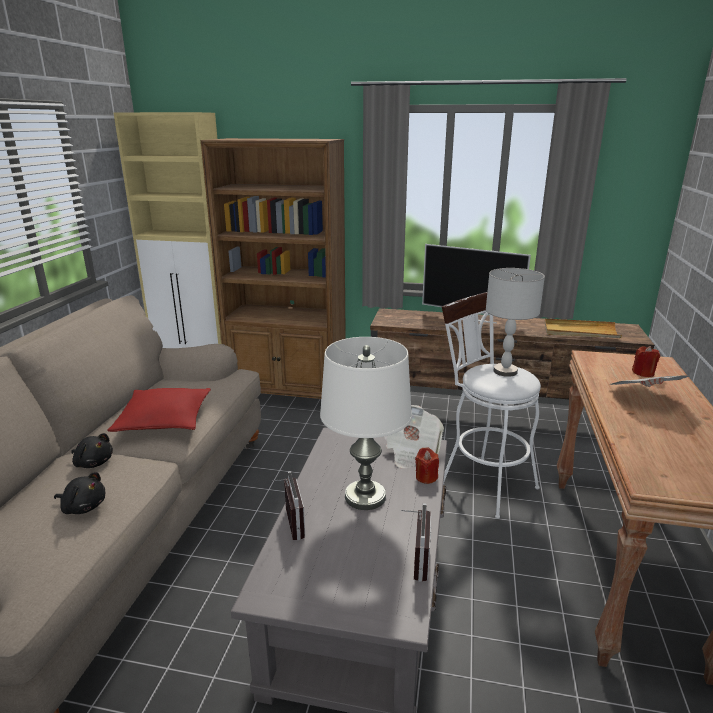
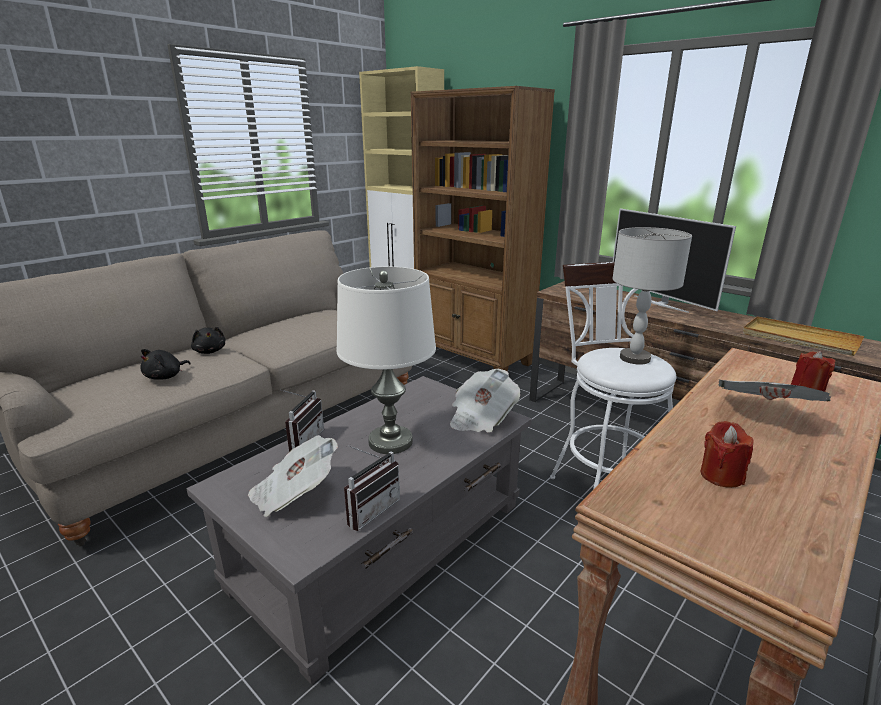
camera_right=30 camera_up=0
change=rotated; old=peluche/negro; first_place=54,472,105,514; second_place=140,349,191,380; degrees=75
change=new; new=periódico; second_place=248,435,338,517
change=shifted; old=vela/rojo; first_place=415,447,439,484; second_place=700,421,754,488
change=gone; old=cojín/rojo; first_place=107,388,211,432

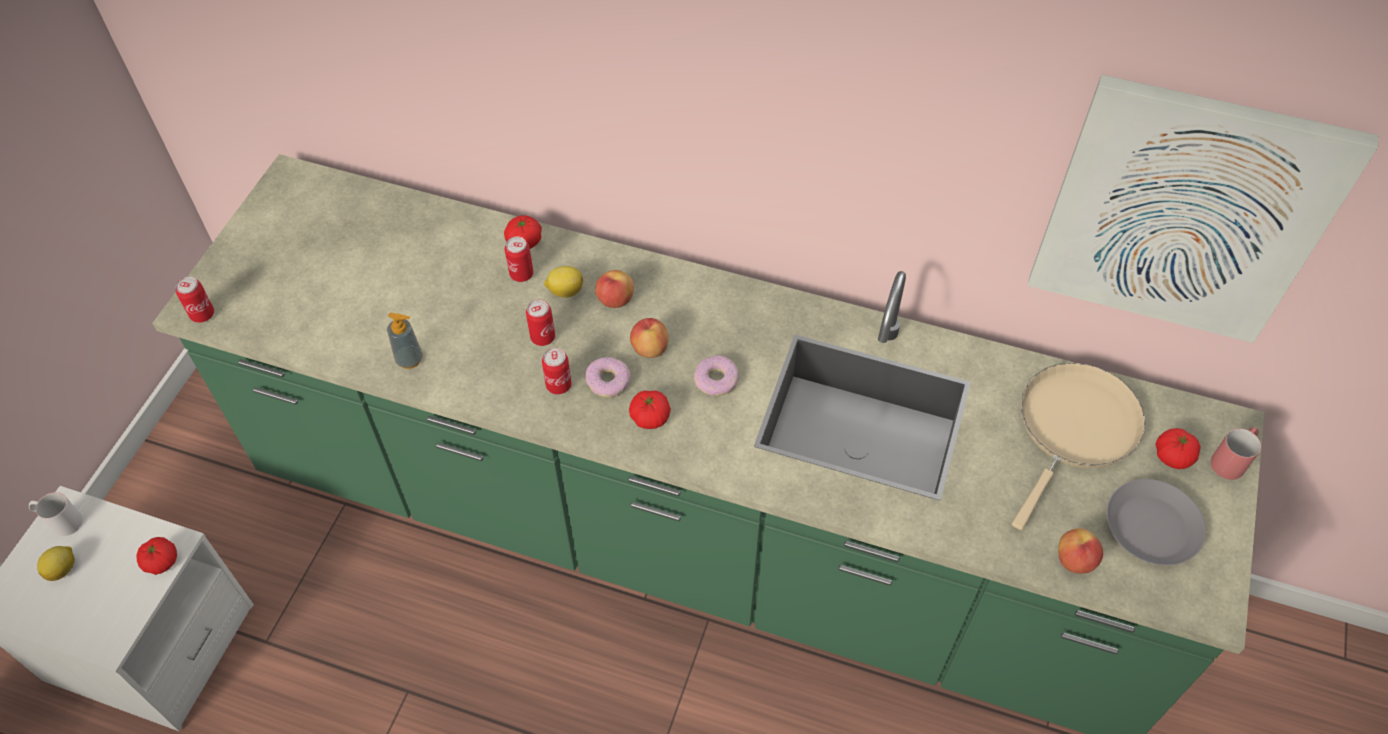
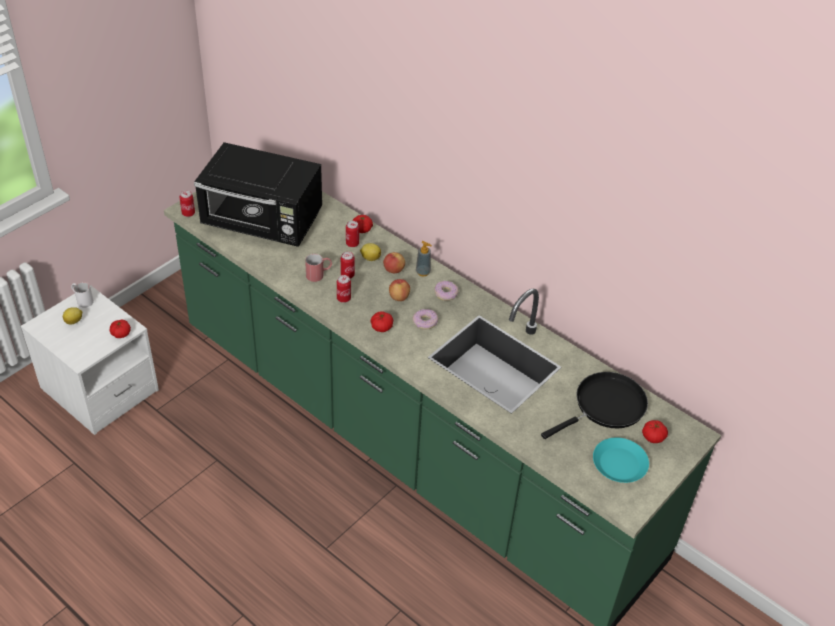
camera_right=20 camera_up=-10
change=new; new=microondas/negro; second_place=194,142,322,247
change=shifted; old=taza grande/rojo; first_place=1211,427,1261,480; second_place=305,254,332,282
change=shifted; old=dispensador de jabón; first_place=387,313,423,369; second_place=416,241,432,276
change=shifted; old=rosquilla; first_place=586,357,630,397; second_place=434,281,459,301
change=repainted; old=sartén/beis; new=sartén/negro; first_place=1012,363,1146,530; second_place=541,372,648,439
change=repainted; old=plato/gris; new=plato/turquesa; first_place=1106,479,1206,566; second_place=593,438,649,483
change=gone; old=cuadro; first_place=1028,74,1378,343
change=gone; old=manzana; first_place=1058,528,1103,574

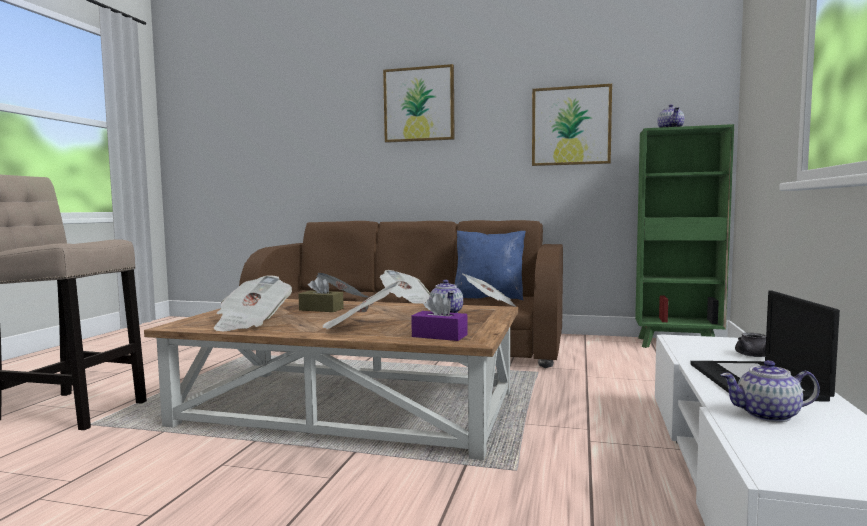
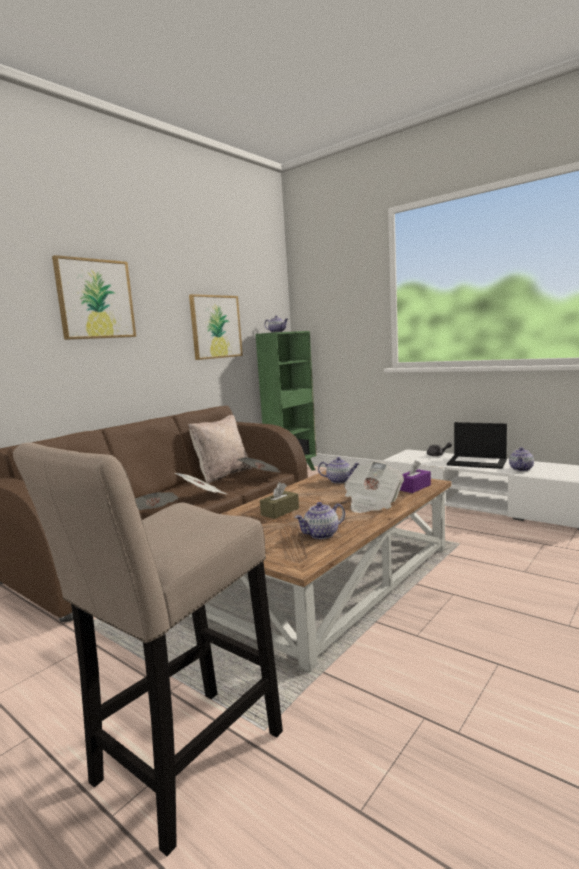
camera_right=-65 camera_up=5
change=repainted; old=cojín/azul; new=cojín/beis; first_place=455,230,526,300; second_place=188,415,252,484
change=swapped; old=periódico; new=tetera; first_place=214,275,292,331; second_place=295,502,345,539

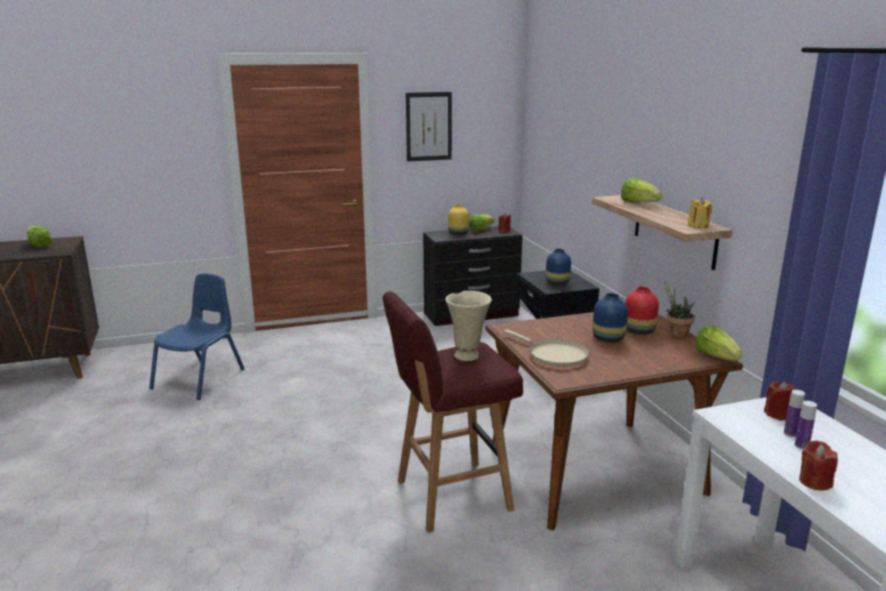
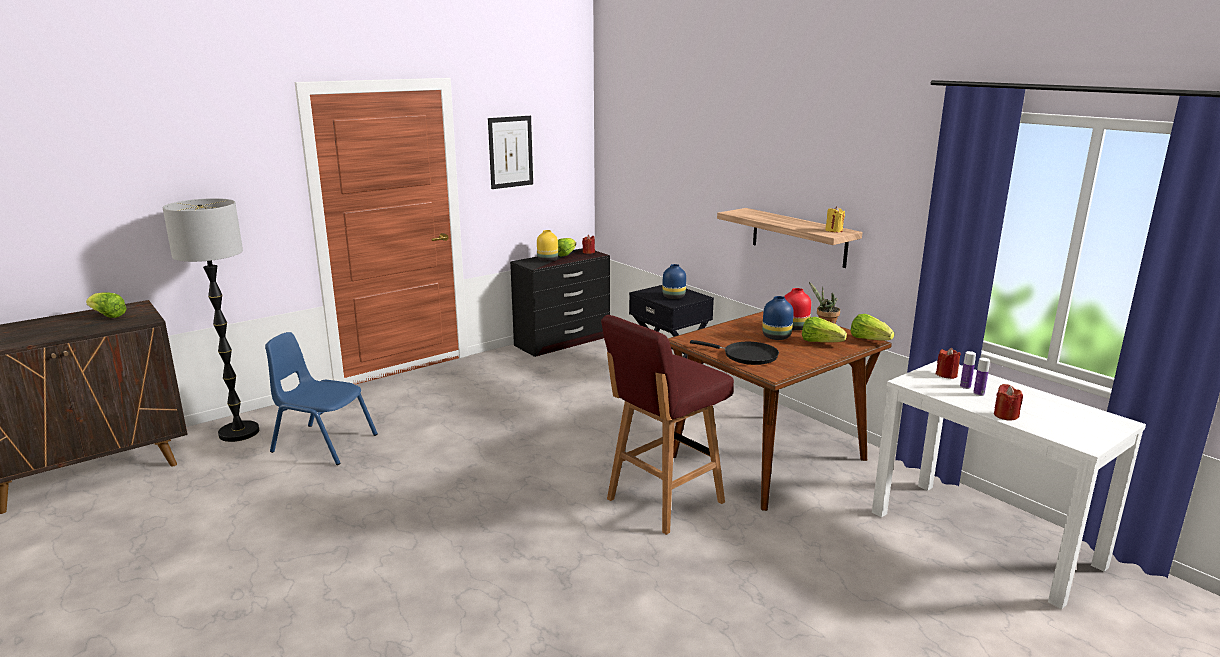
camera_right=-20 camera_up=0
change=new; new=lámpara de pie; second_place=163,198,259,442
change=rotated; old=silla/azul; first_place=149,274,245,400; second_place=265,332,378,465; degrees=-75
change=repainted; old=sartén/beis; new=sartén/negro; first_place=504,330,589,367; second_place=690,340,779,365
change=shifted; old=lechuga; first_place=621,178,662,202; second_place=802,317,847,342
change=gone; old=florero/beis; first_place=445,291,492,361

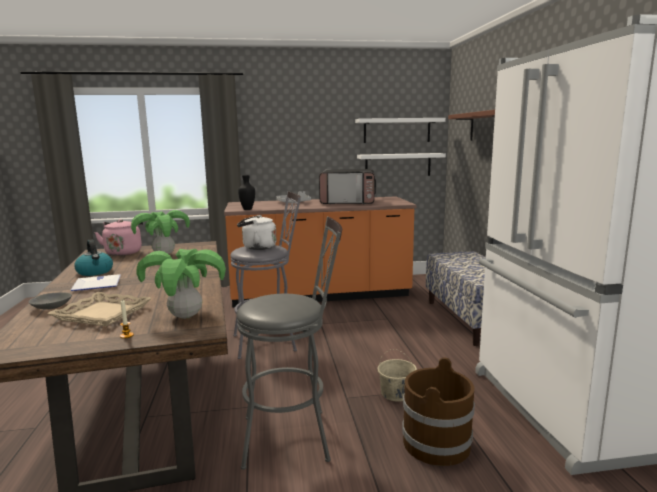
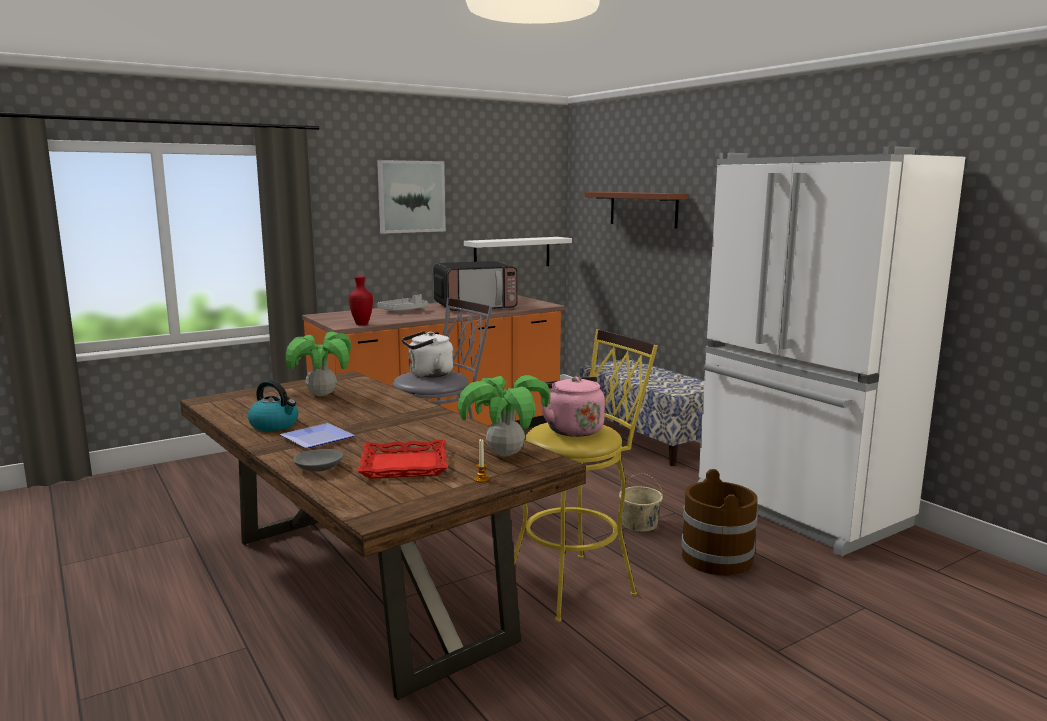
camera_right=-25 camera_up=0
change=repainted; old=florero/negro; new=florero/rojo; first_place=238,175,255,210; second_place=349,276,373,325
change=repainted; old=bandeja/beis; new=bandeja/rojo; first_place=47,292,152,326; second_place=357,440,448,479
change=new; new=cuadro; second_place=377,160,446,234
change=repainted; old=taburete/gris; new=taburete/amarillo; first_place=236,217,342,470; second_place=514,329,658,622
change=shifted; old=hervidor/rosa; first_place=95,219,143,256; second_place=540,376,605,437
change=gone; old=estante/blanco; first_place=355,118,446,143

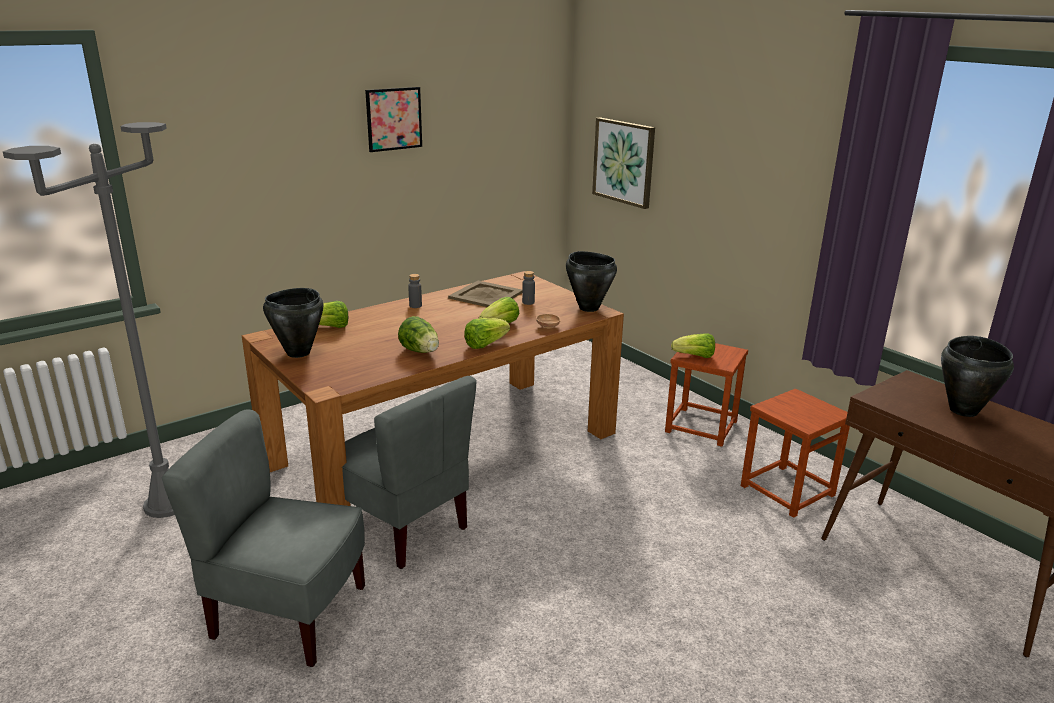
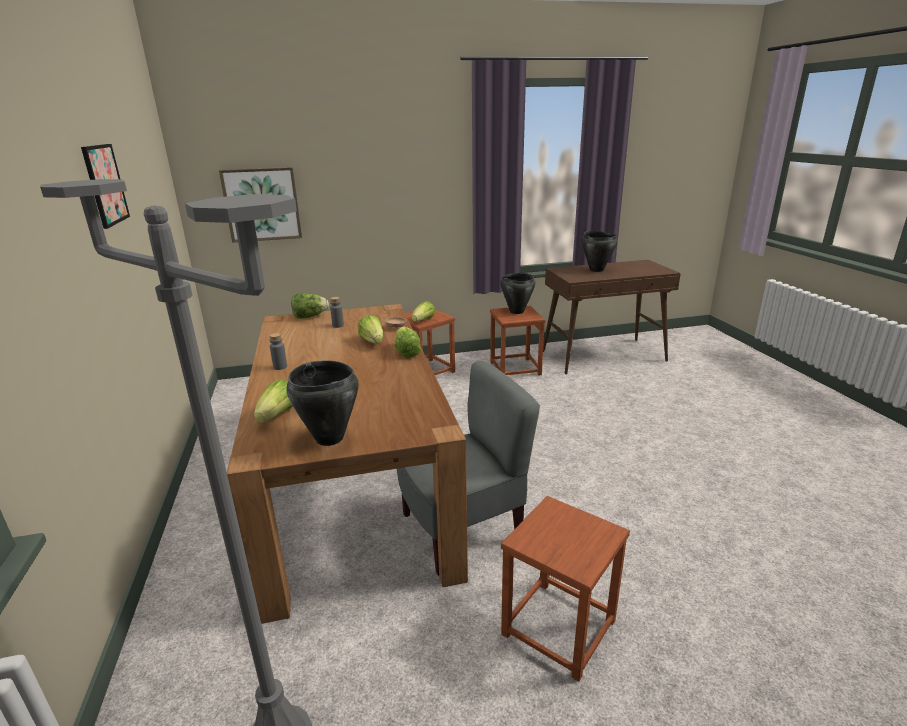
camera_right=-65 camera_up=0
change=shifted; old=lechuga; first_place=398,316,439,353; second_place=291,293,329,319
change=shifted; old=olla/negro; first_place=566,251,617,312; second_place=500,273,535,314
change=swapped; old=silla/gris; new=taburete/marrón; first_place=162,410,365,667; second_place=501,496,630,682
change=gone; old=bandeja/beis; first_place=448,281,522,307

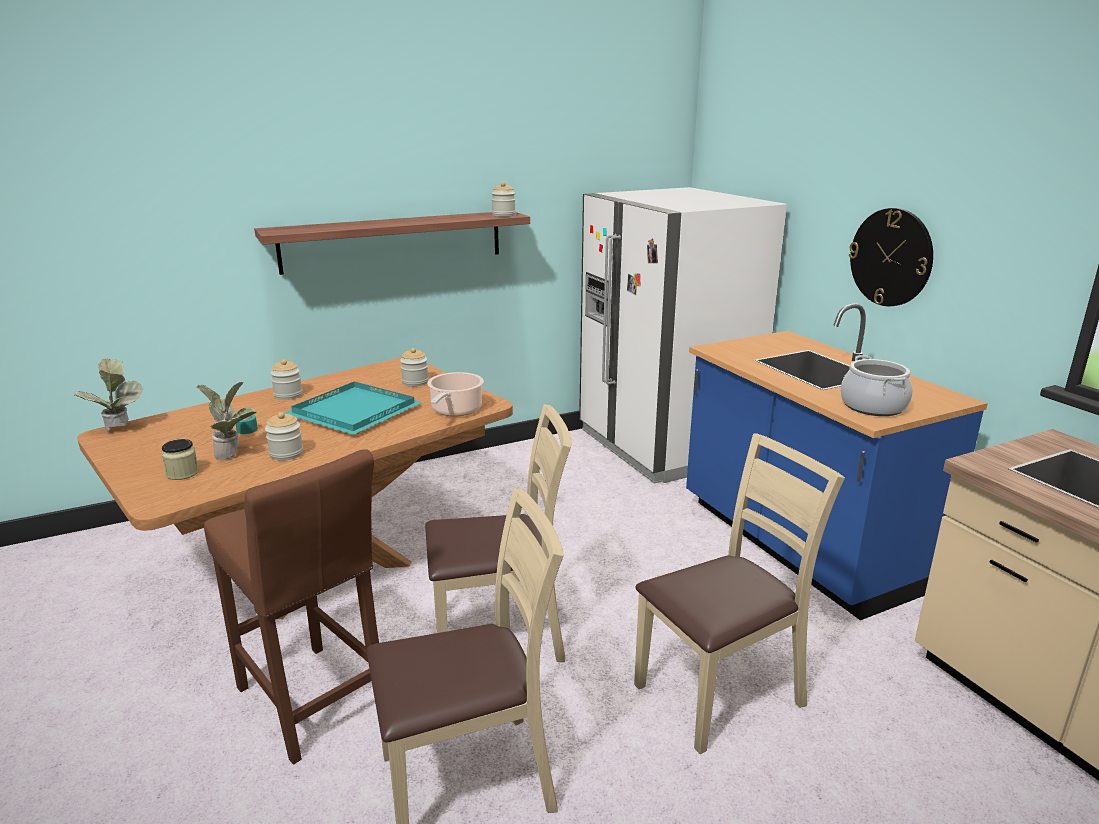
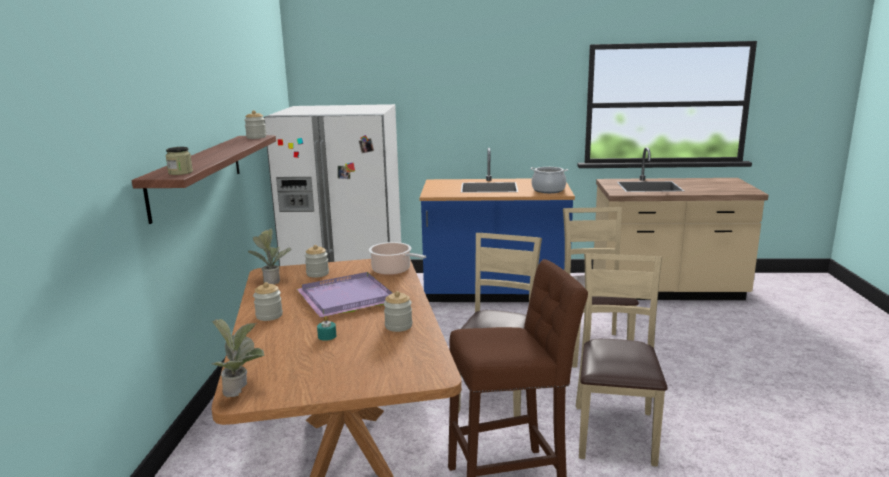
camera_right=-60 camera_up=-5
change=shifted; old=tarro; first_place=162,439,199,480; second_place=166,147,193,175
change=shifted; old=planta en maceta; first_place=196,382,257,460; second_place=248,228,292,285
change=repainted; old=bandeja/turquesa; new=bandeja/morado; first_place=284,381,422,435; second_place=297,272,392,318
change=gone; old=reloj de pared; first_place=849,208,933,306

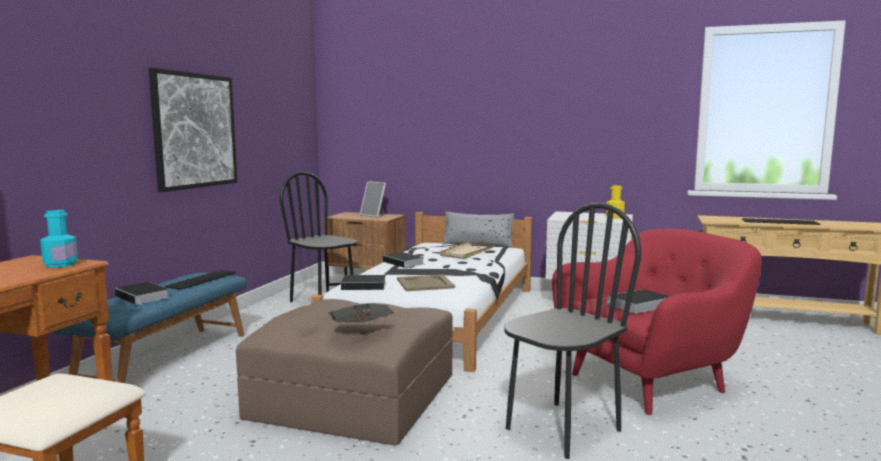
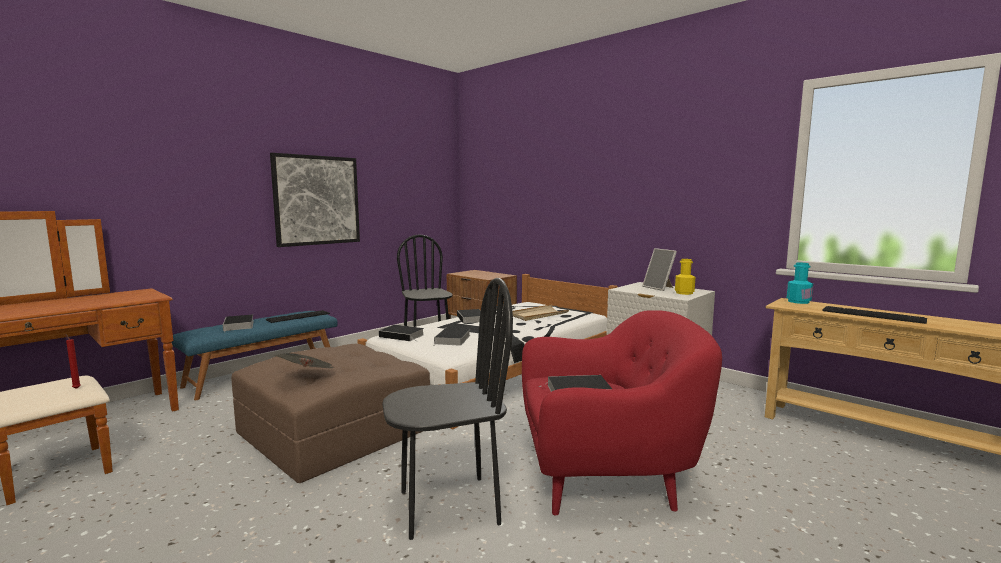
camera_right=25 camera_up=0
change=new; new=vela/rojo; second_place=65,334,81,389
change=swapped; old=bandeja/beis; new=libro; first_place=397,274,455,291; second_place=434,328,470,346
change=shifted; old=portarretratos; first_place=360,181,386,217; second_place=642,248,677,291
change=shifted; old=botella/turquesa; first_place=40,210,78,268; second_place=787,262,813,304
change=gone; old=cojín/gris; first_place=442,211,514,247

